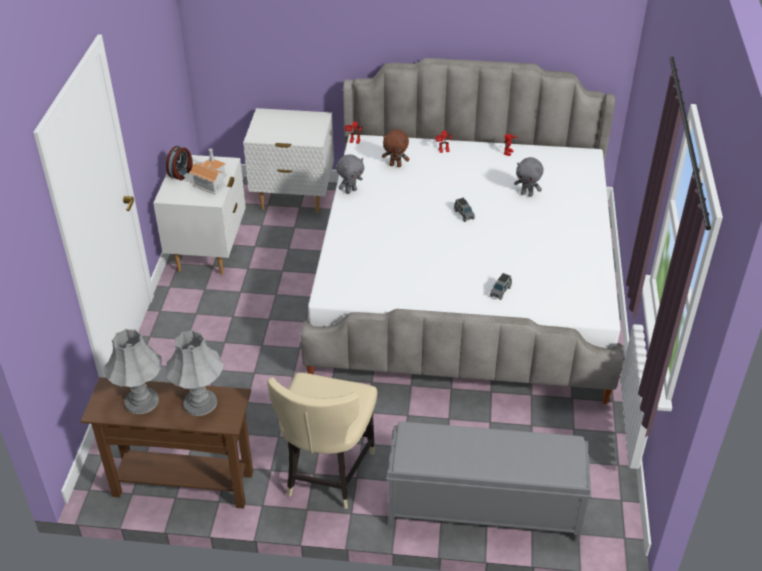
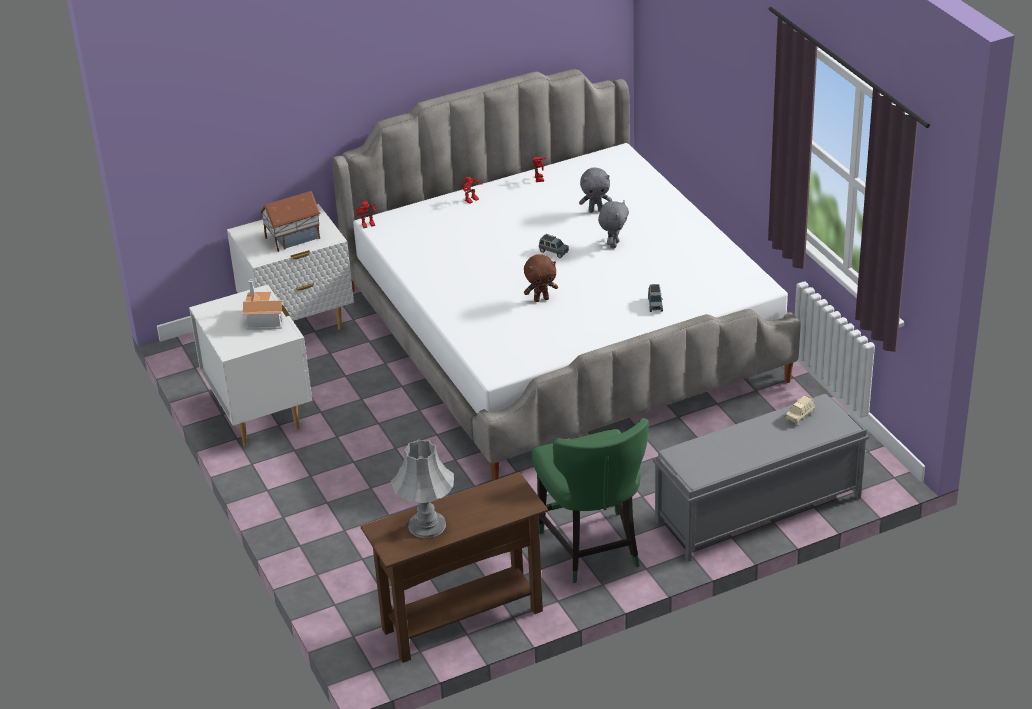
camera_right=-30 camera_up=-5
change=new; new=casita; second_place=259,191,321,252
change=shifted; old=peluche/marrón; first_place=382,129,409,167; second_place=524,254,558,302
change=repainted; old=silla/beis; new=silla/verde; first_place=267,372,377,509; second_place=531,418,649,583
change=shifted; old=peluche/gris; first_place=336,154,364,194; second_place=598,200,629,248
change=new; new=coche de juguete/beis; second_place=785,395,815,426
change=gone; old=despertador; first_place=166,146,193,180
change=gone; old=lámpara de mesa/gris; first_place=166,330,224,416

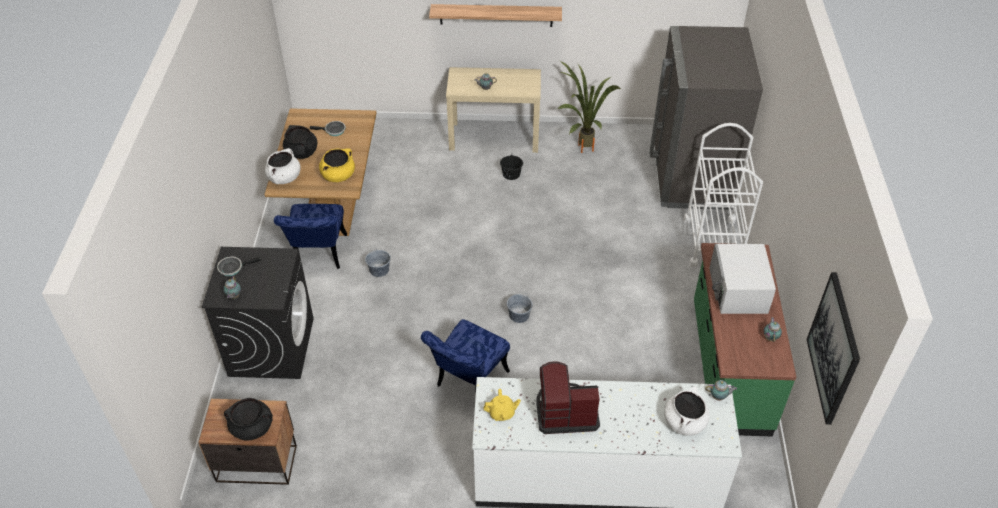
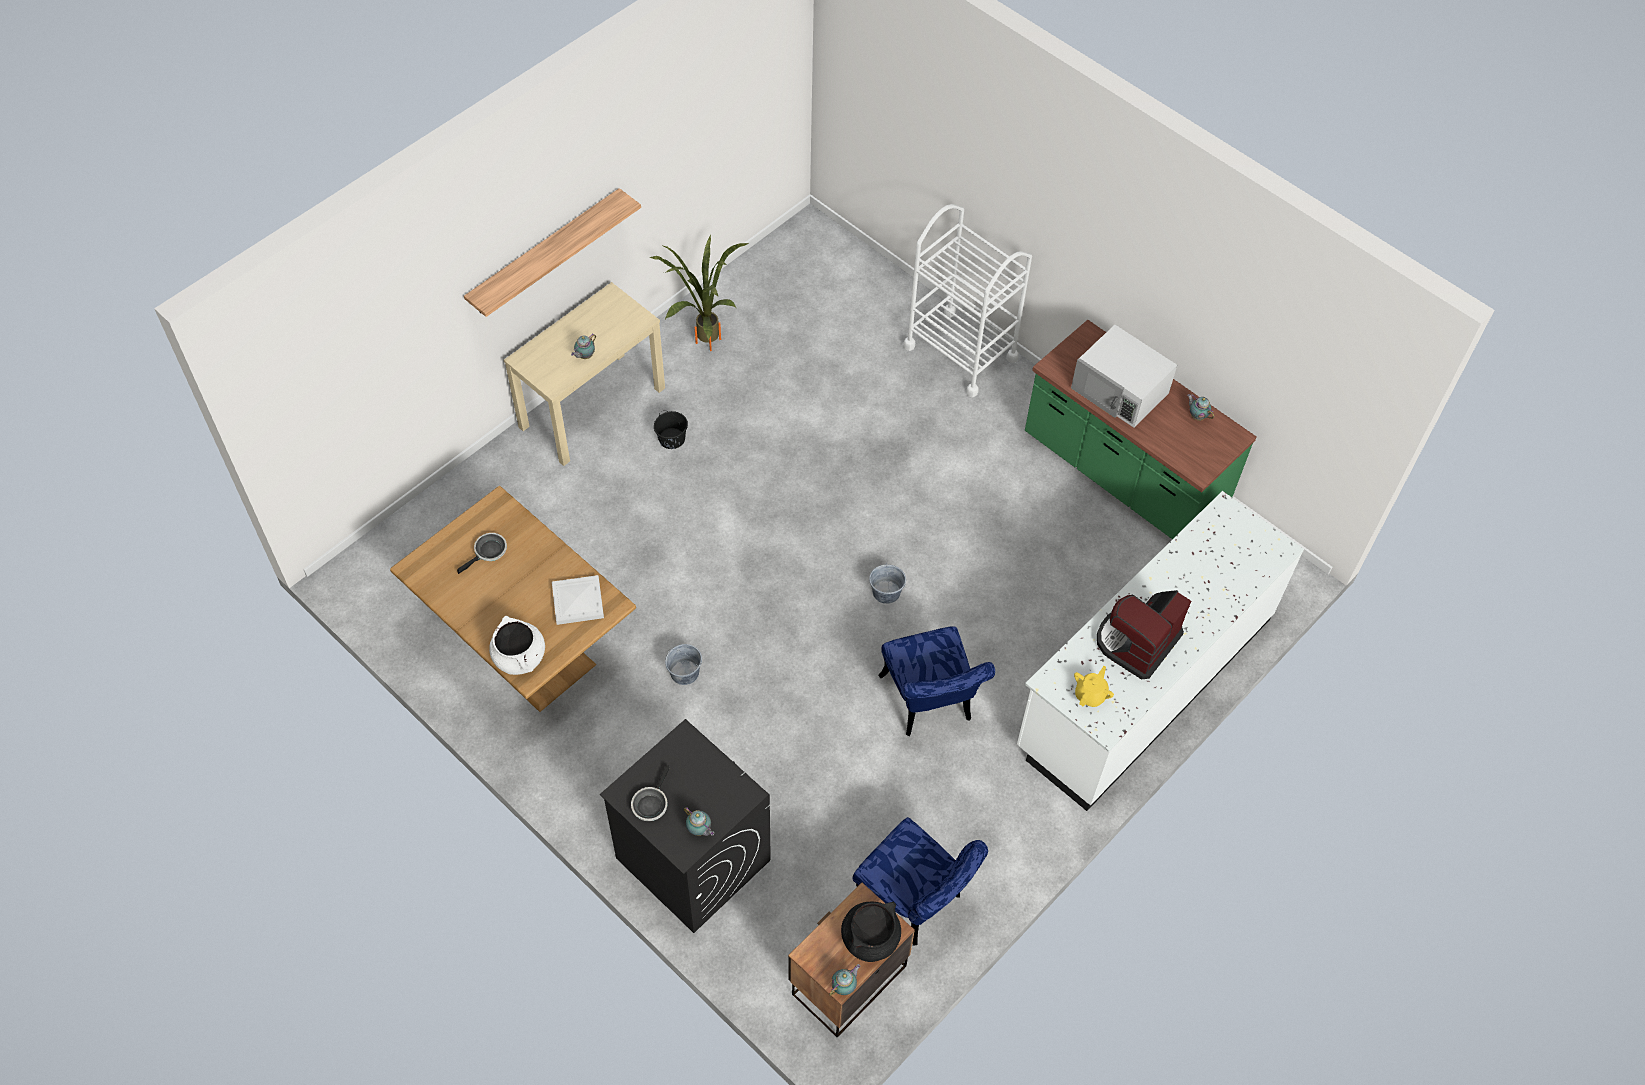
camera_right=-50 camera_up=10
change=swapped; old=olla/amarillo; new=bandeja/blanco; first_place=319,148,355,182; second_place=552,575,604,625
change=shifted; old=tetera; first_place=705,380,737,401; second_place=829,964,861,996
change=shifted; old=silla/azul; first_place=274,204,347,269; second_place=852,817,988,946
change=gone; old=olla/negro; first_place=283,125,317,159
change=gone; old=nevera/gris; first_place=649,26,763,210
change=gone; old=olla/blanco; first_place=664,386,709,436
change=gone; old=cuadro; first_place=807,272,860,425

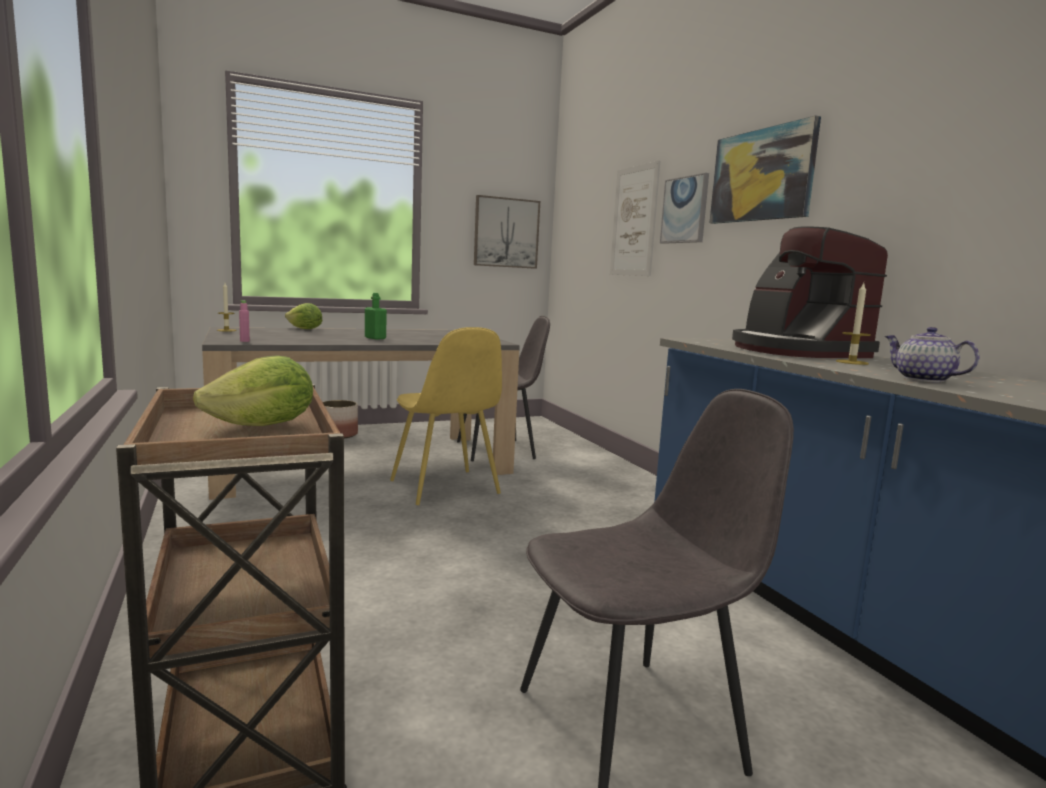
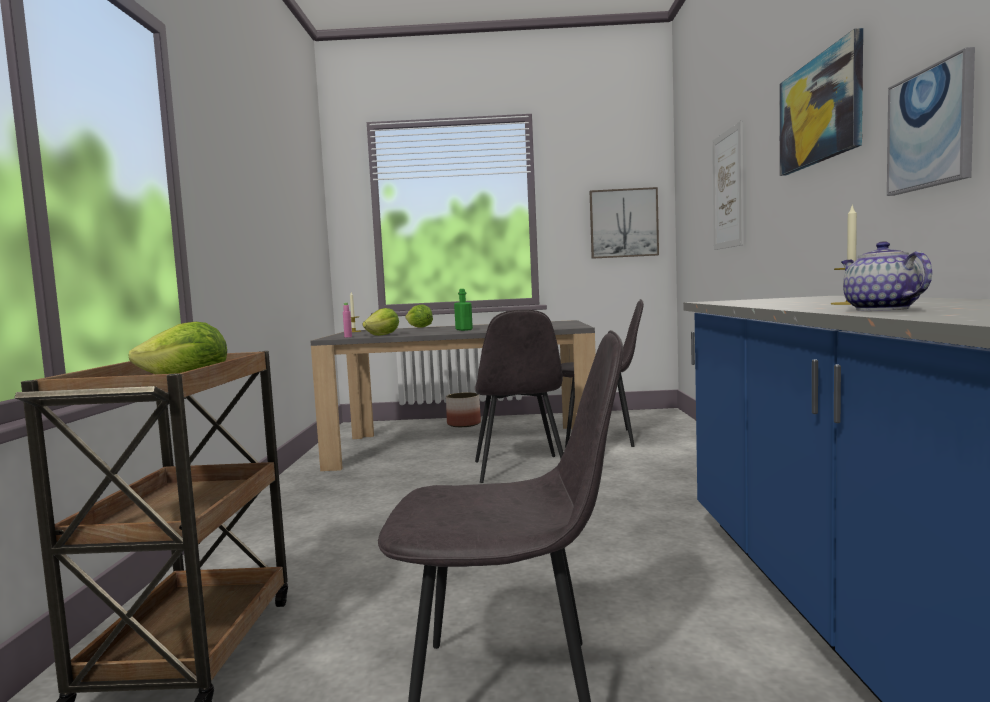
camera_right=25 camera_up=-5
change=new; new=lechuga; second_place=362,308,399,336
change=repainted; old=silla/amarillo; new=silla/gris; first_place=390,327,502,505; second_place=475,309,564,483
change=shifted; old=cuadro; first_place=660,173,709,244; second_place=887,47,975,196
change=gone; old=cafetera; first_place=732,226,888,358

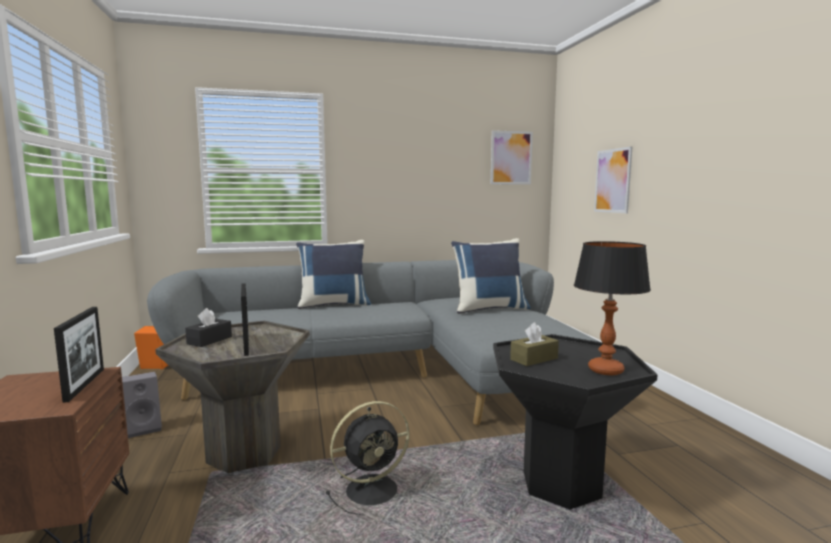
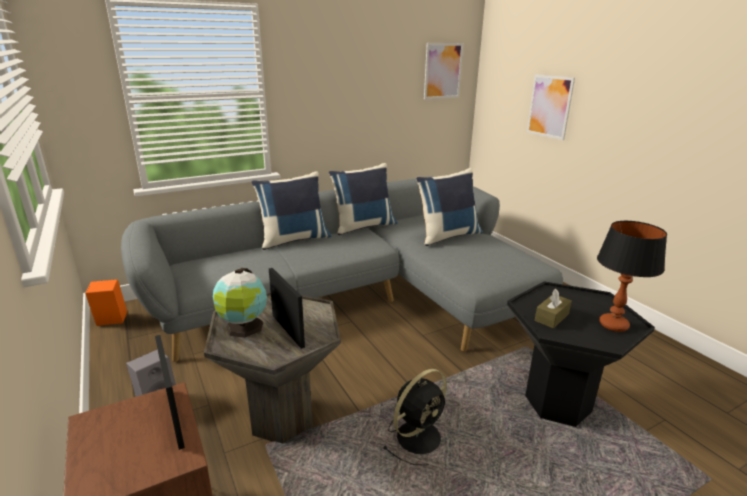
camera_right=-15 camera_up=15
change=swapped; old=caja de pañuelos/negro; new=globo terráqueo; first_place=185,308,232,347; second_place=213,268,267,338
change=new; new=cojín/azul; second_place=329,163,398,235

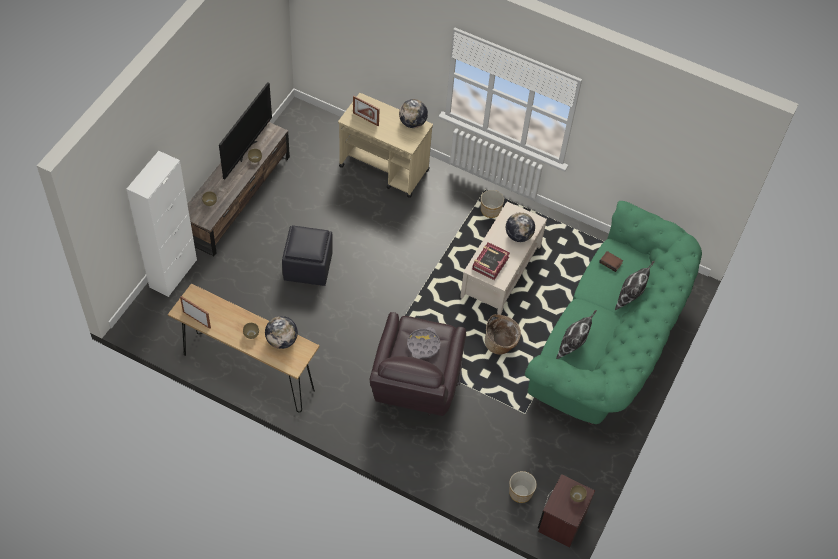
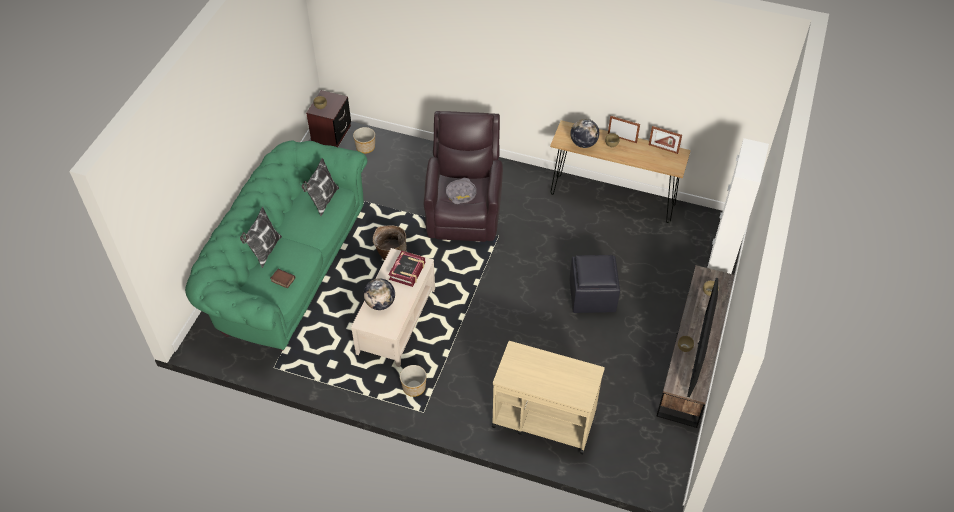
camera_right=175 camera_up=-5
change=shifted; old=portarretratos; first_place=353,96,380,126; second_place=608,116,640,143
change=gone; old=globo terráqueo; first_place=399,99,428,128

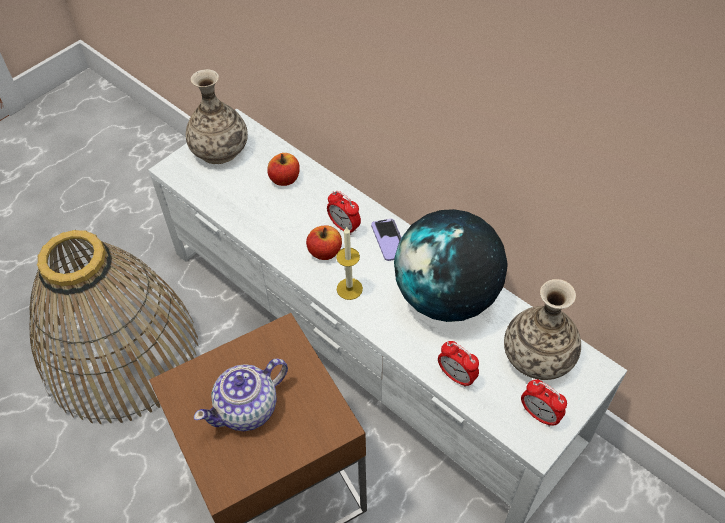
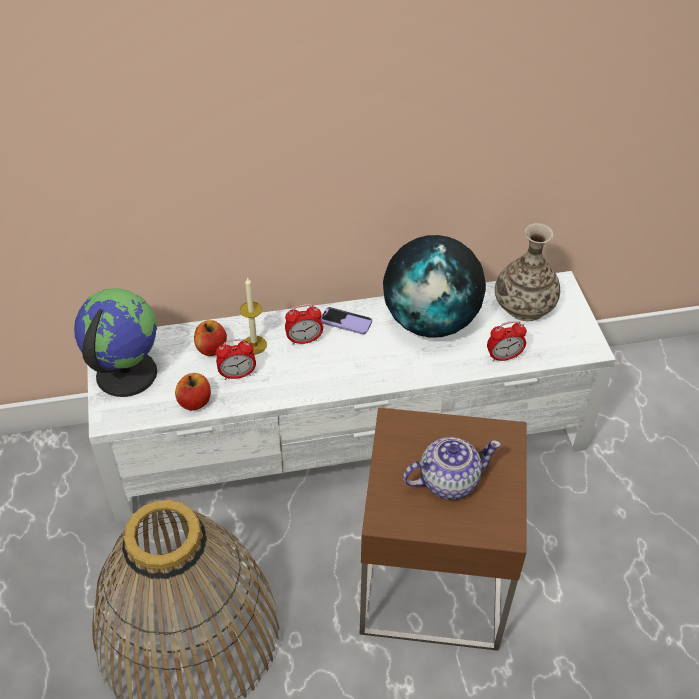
camera_right=-55 camera_up=-5
change=swapped; old=florero; new=globo terráqueo; first_place=186,69,248,164; second_place=73,288,157,397
change=shifted; old=manzana; first_place=306,226,342,260; second_place=175,373,211,410
change=shifted; old=despertador; first_place=521,379,567,427; second_place=216,339,256,380
change=shifted; old=vela; first_place=336,227,363,300; second_place=240,278,267,354
change=rotated; old=tetera; first_place=194,358,288,431; second_place=403,437,501,500; degrees=-105

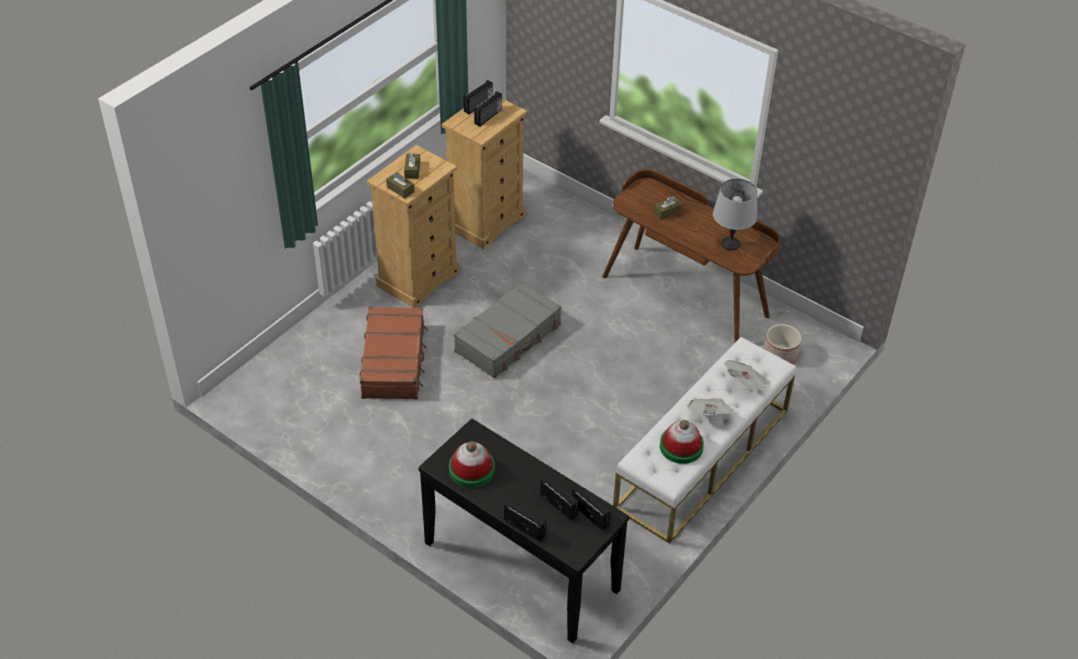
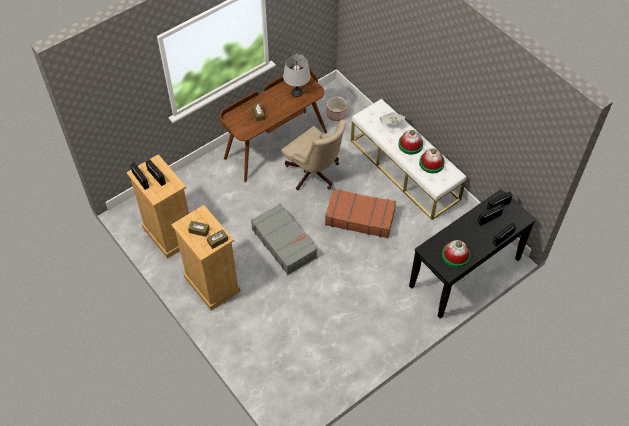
camera_right=-75 camera_up=10
change=new; new=silla de oficina/beis; second_place=281,120,346,190
change=shifted; old=maleta/marrón; first_place=360,307,428,399; second_place=325,188,396,238
change=swapped; old=periódico; new=sombrero; first_place=687,398,734,415; second_place=398,130,423,155

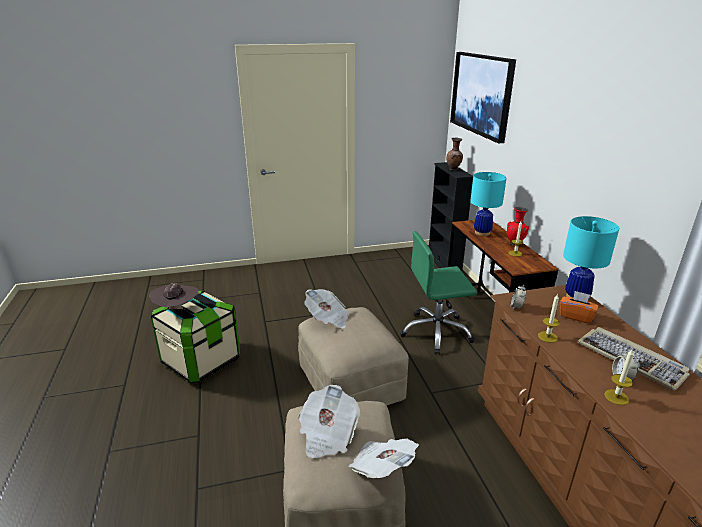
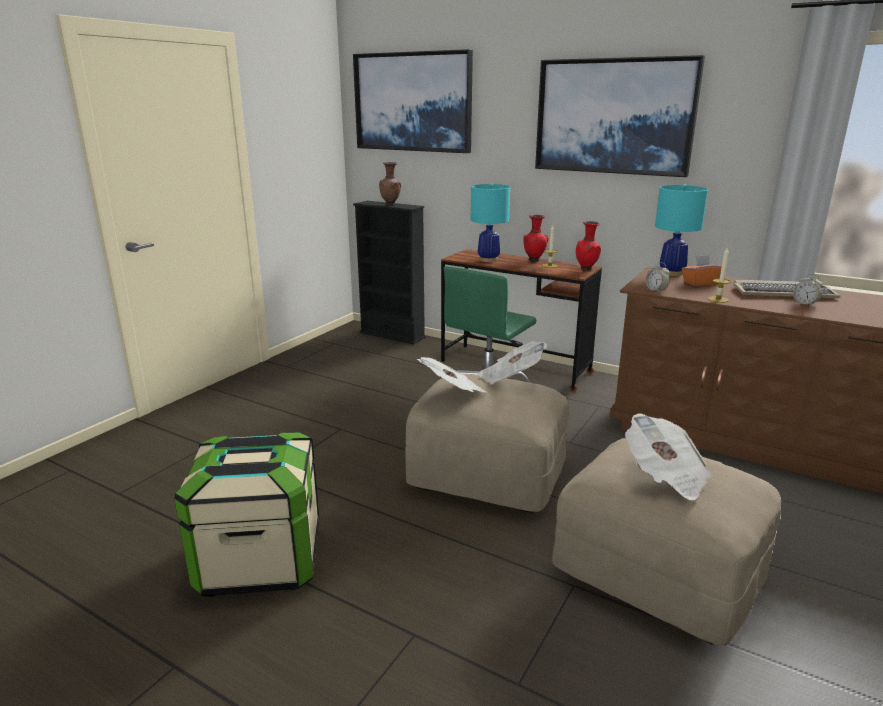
camera_right=-45 camera_up=-5
change=shifted; old=periódico; first_place=348,438,419,478; second_place=479,341,547,384
change=new; new=cuadro; second_place=535,55,705,177
change=new; new=florero/rojo; second_place=576,221,601,271
change=gone; old=sombrero/marrón; first_place=150,283,199,309
change=gone; old=vela; first_place=604,350,633,405

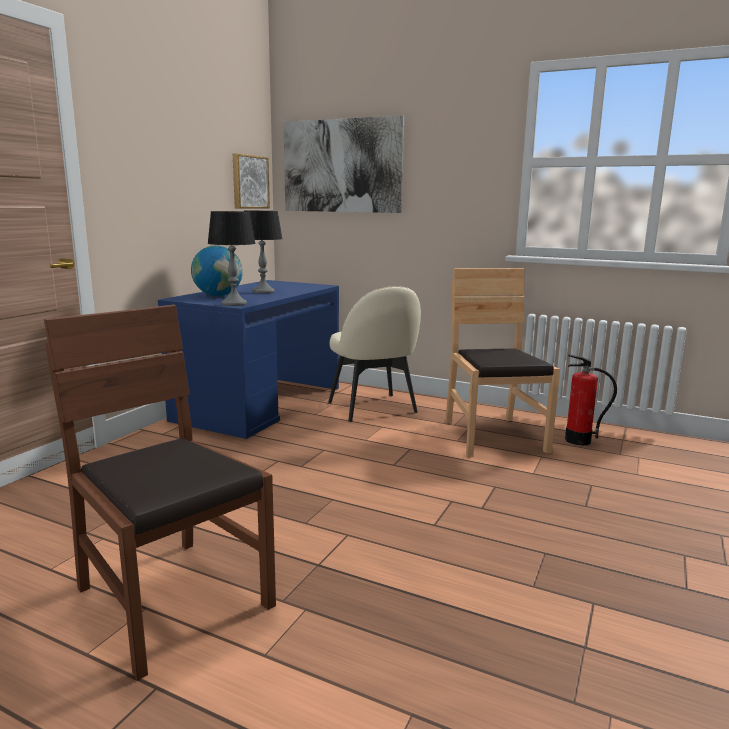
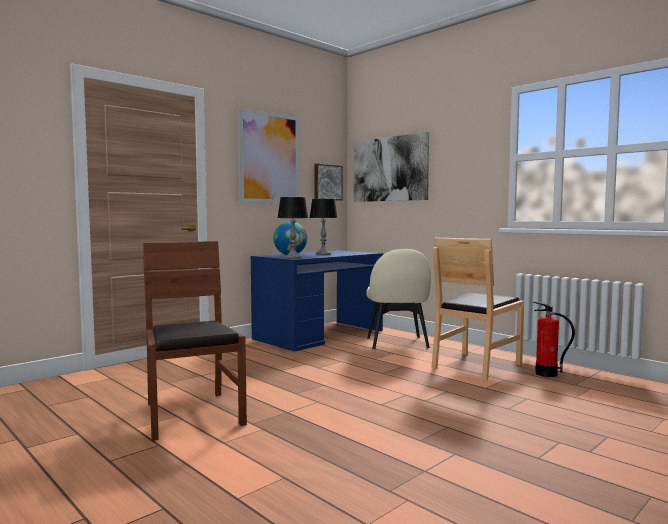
camera_right=20 camera_up=-10
change=new; new=cuadro; second_place=237,107,299,203
change=rotated; old=silla/marrón; first_place=445,268,560,457; second_place=432,237,524,380; degrees=-150

